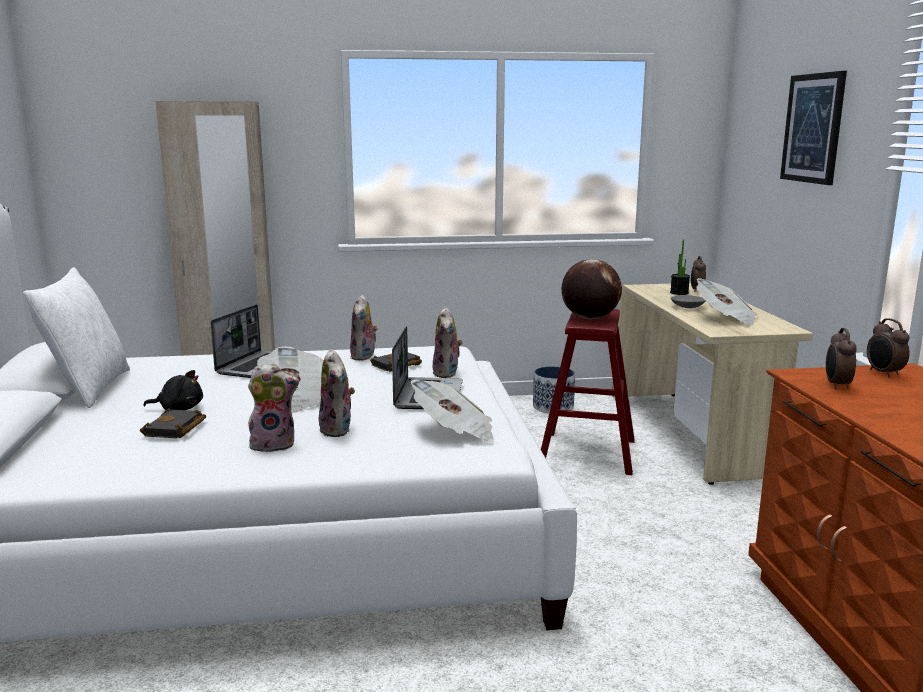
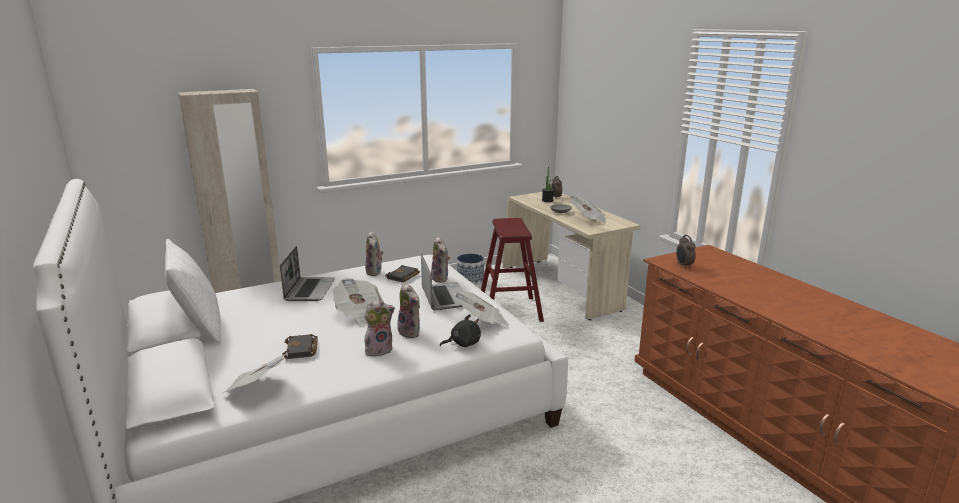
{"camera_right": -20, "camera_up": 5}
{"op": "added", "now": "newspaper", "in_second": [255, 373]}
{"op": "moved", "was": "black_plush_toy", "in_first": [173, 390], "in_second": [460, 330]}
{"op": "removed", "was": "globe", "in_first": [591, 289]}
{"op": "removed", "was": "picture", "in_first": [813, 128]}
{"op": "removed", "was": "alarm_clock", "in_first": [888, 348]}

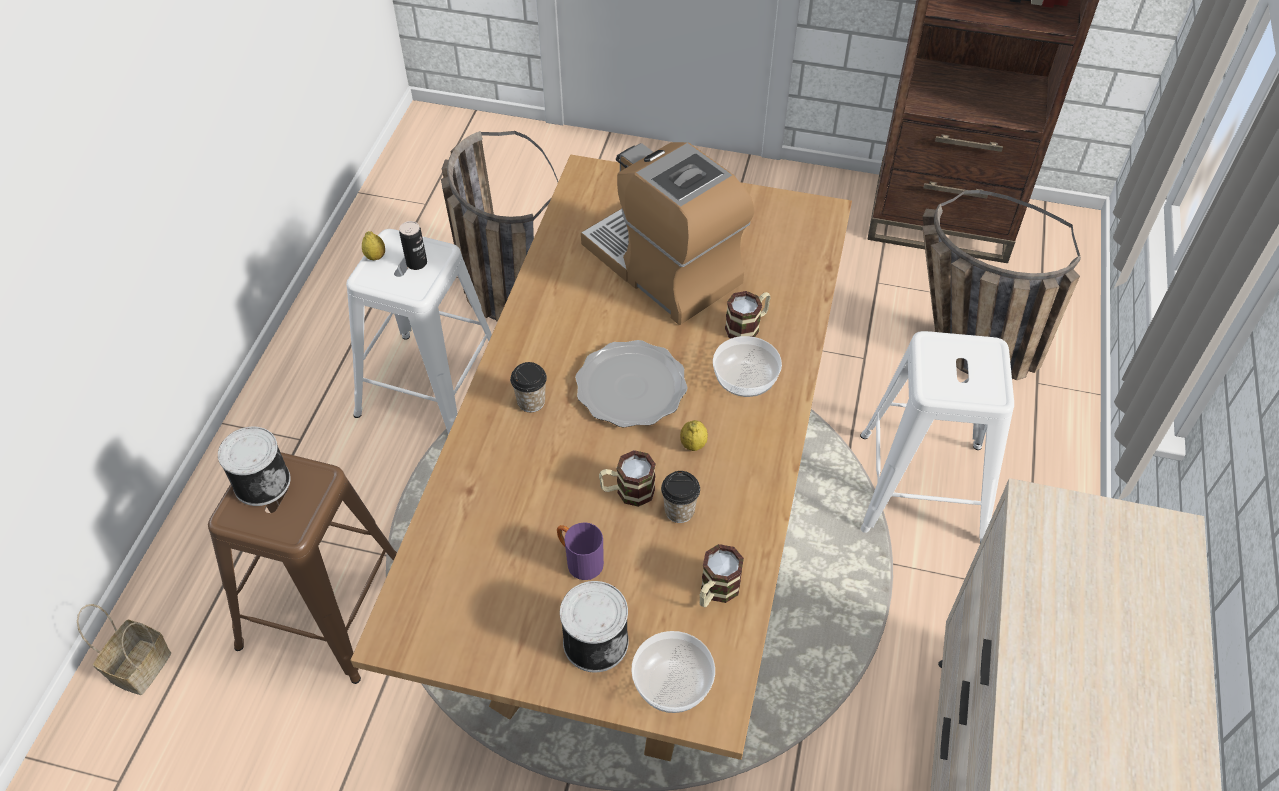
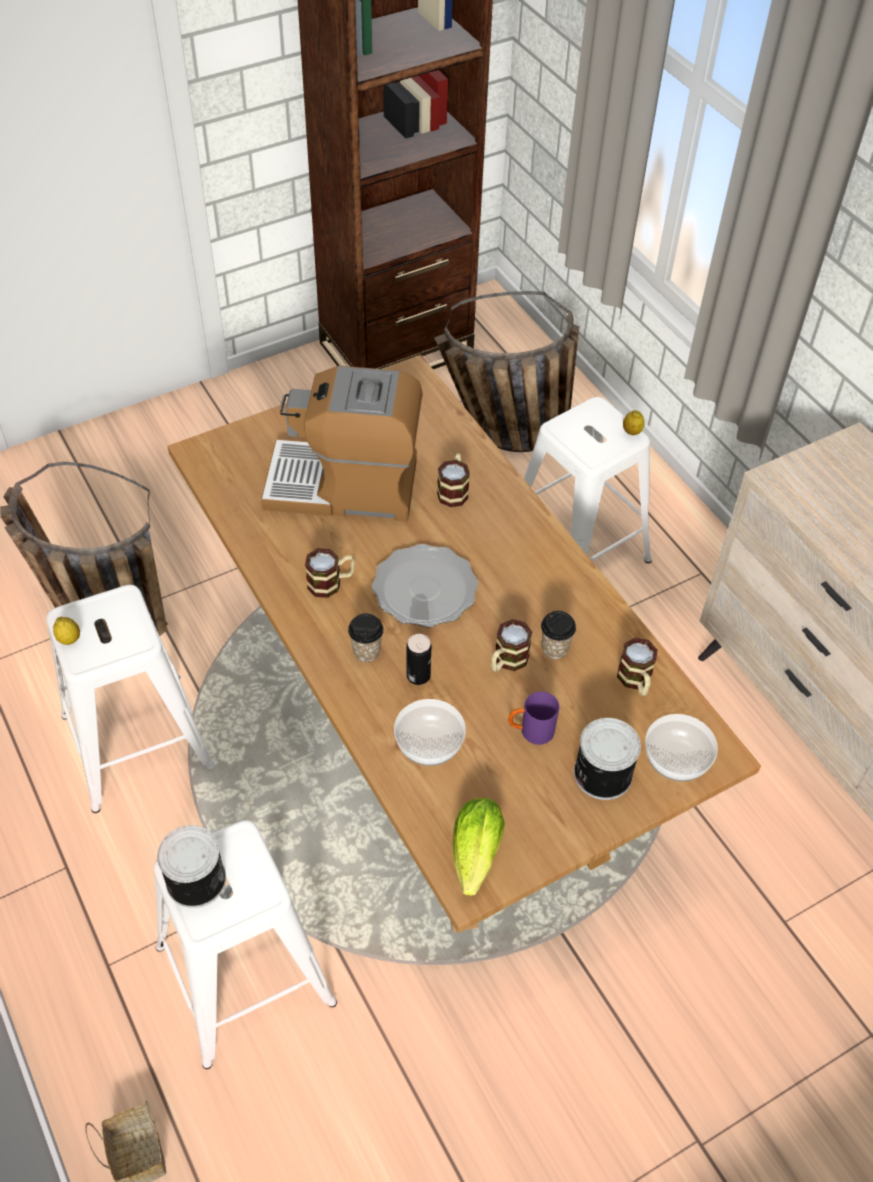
{"camera_right": -45, "camera_up": 0}
{"op": "recoloured", "was": "brown_stool", "now": "white_stool", "in_first": [302, 568], "in_second": [245, 944]}
{"op": "added", "now": "mug", "in_second": [329, 573]}
{"op": "moved", "was": "bowl", "in_first": [747, 366], "in_second": [430, 732]}
{"op": "moved", "was": "can", "in_first": [413, 245], "in_second": [419, 659]}
{"op": "added", "now": "lettuce", "in_second": [478, 847]}
{"op": "moved", "was": "lemon", "in_first": [694, 435], "in_second": [634, 422]}

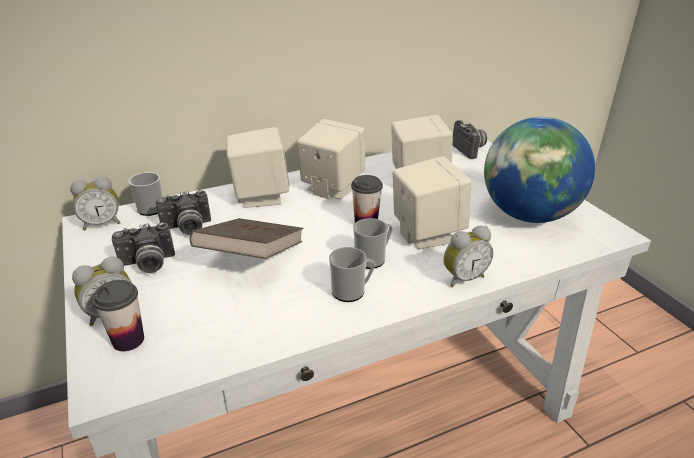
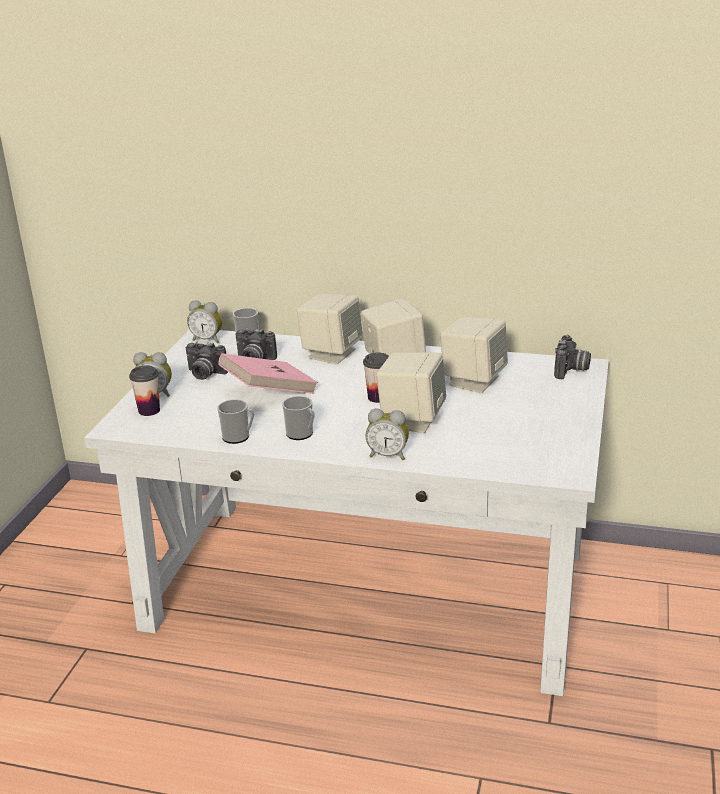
{"camera_right": 40, "camera_up": -5}
{"op": "moved", "was": "mug", "in_first": [373, 243], "in_second": [235, 421]}
{"op": "recoloured", "was": "brown_book", "now": "pink_book", "in_first": [246, 238], "in_second": [268, 373]}
{"op": "removed", "was": "globe", "in_first": [539, 170]}

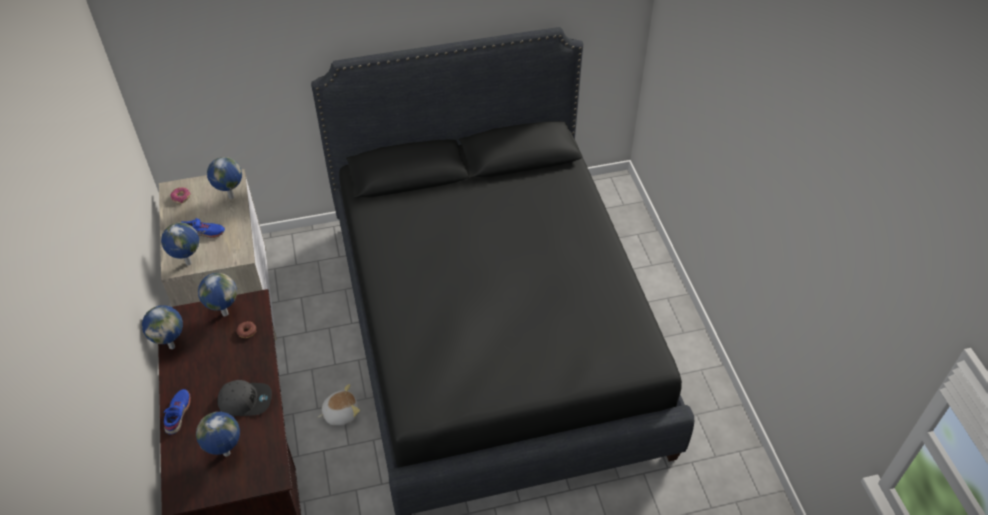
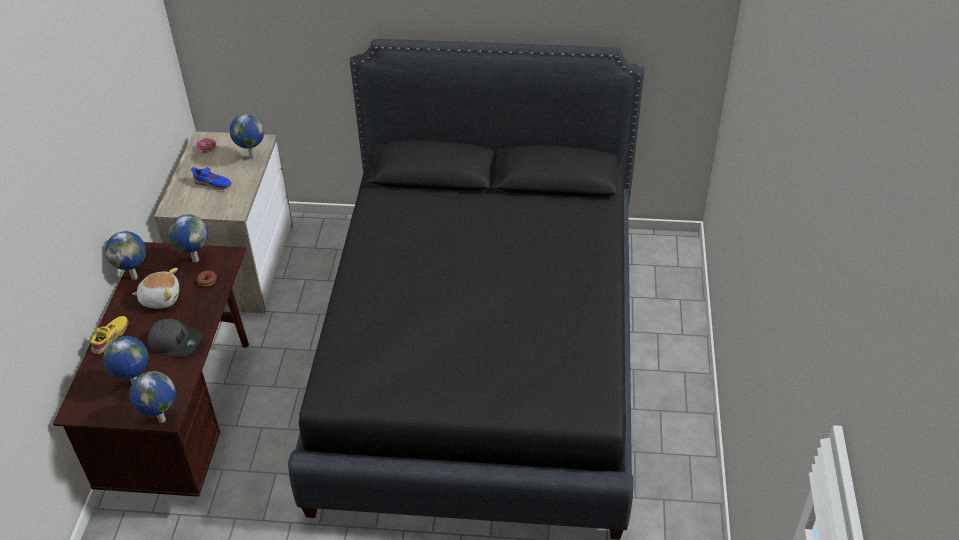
{"camera_right": 20, "camera_up": -5}
{"op": "recoloured", "was": "blue_shoe", "now": "yellow_shoe", "in_first": [177, 411], "in_second": [109, 335]}
{"op": "moved", "was": "globe", "in_first": [180, 244], "in_second": [152, 397]}
{"op": "moved", "was": "plush_toy", "in_first": [339, 404], "in_second": [155, 288]}

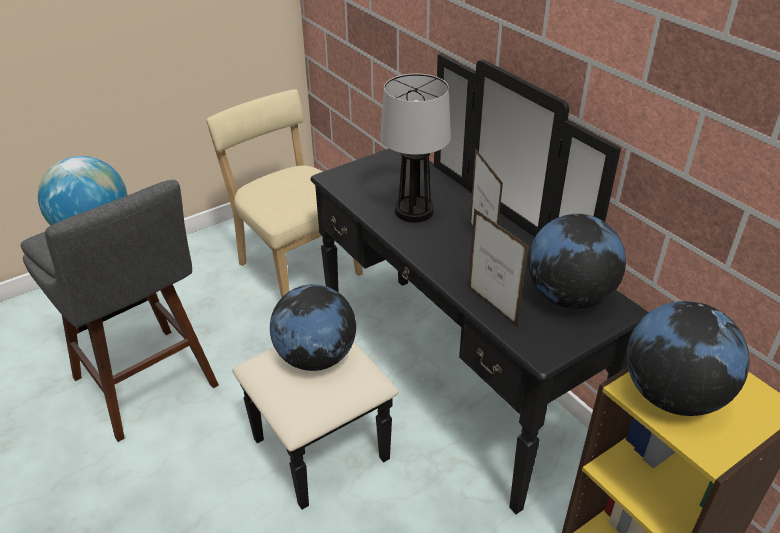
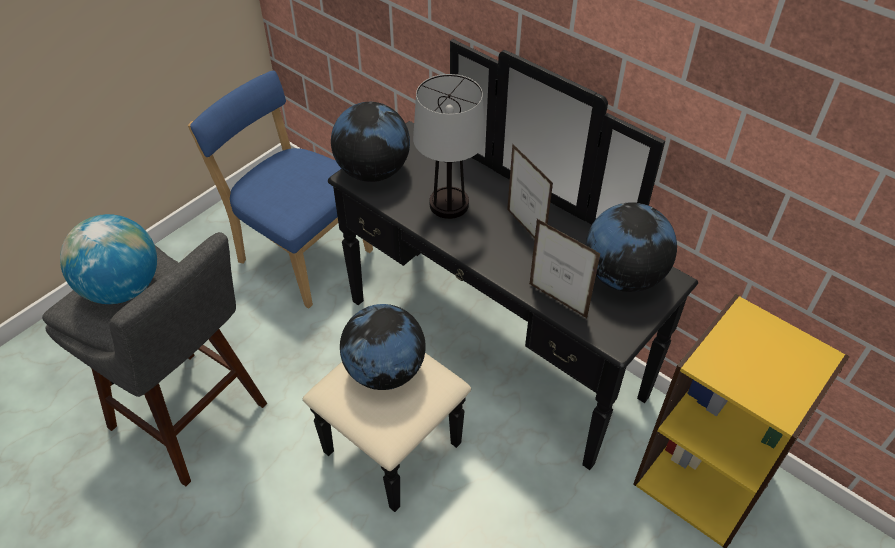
{"camera_right": -15, "camera_up": 10}
{"op": "recoloured", "was": "beige_chair", "now": "blue_chair", "in_first": [284, 193], "in_second": [280, 189]}
{"op": "moved", "was": "globe", "in_first": [688, 358], "in_second": [370, 142]}

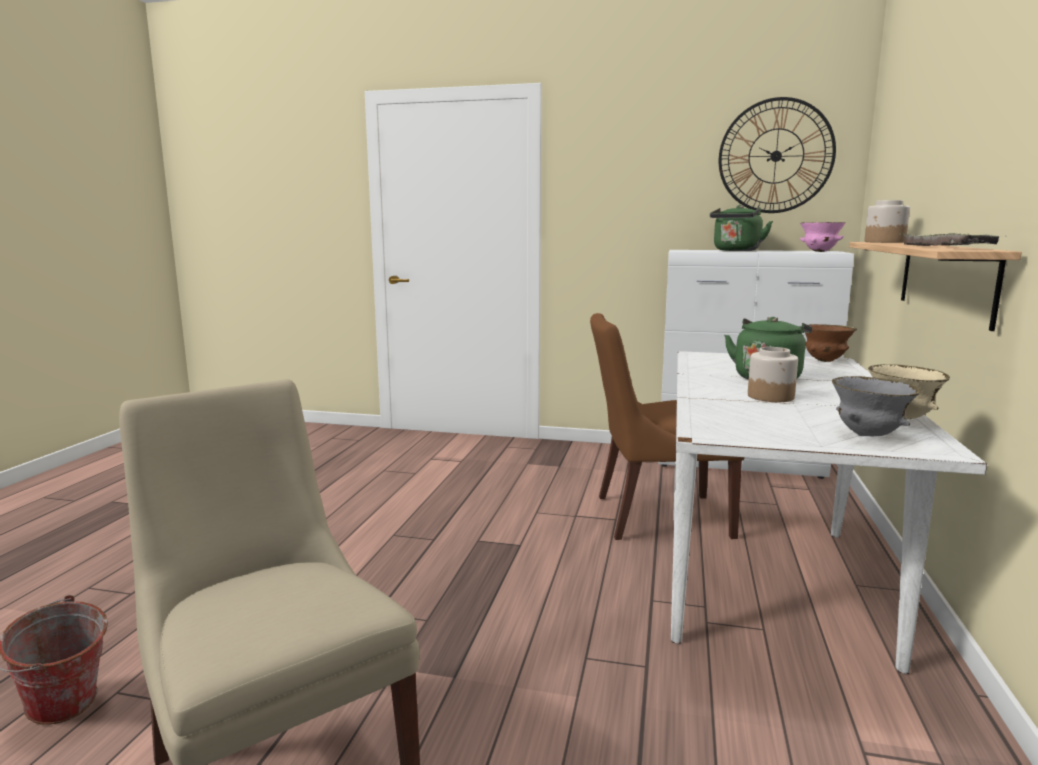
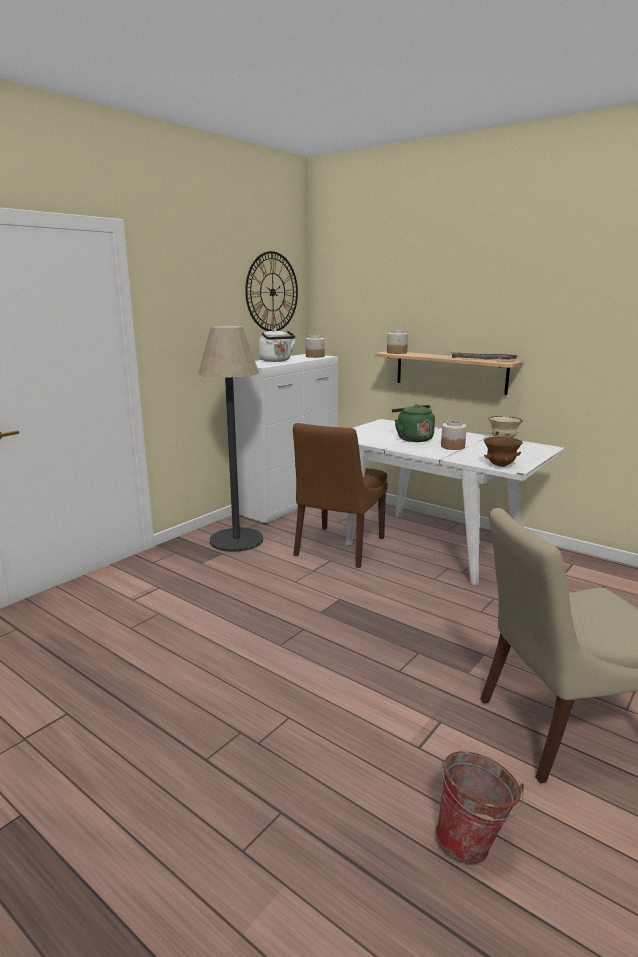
{"camera_right": -65, "camera_up": 5}
{"op": "added", "now": "floor_lamp", "in_second": [230, 439]}
{"op": "recoloured", "was": "green_kettle", "now": "white_kettle", "in_first": [741, 228], "in_second": [277, 345]}
{"op": "replaced", "was": "pink_bowl", "now": "jar", "in_first": [823, 237], "in_second": [315, 346]}
{"op": "moved", "was": "brown_bowl", "in_first": [831, 343], "in_second": [503, 452]}
{"op": "removed", "was": "grey_bowl", "in_first": [876, 406]}

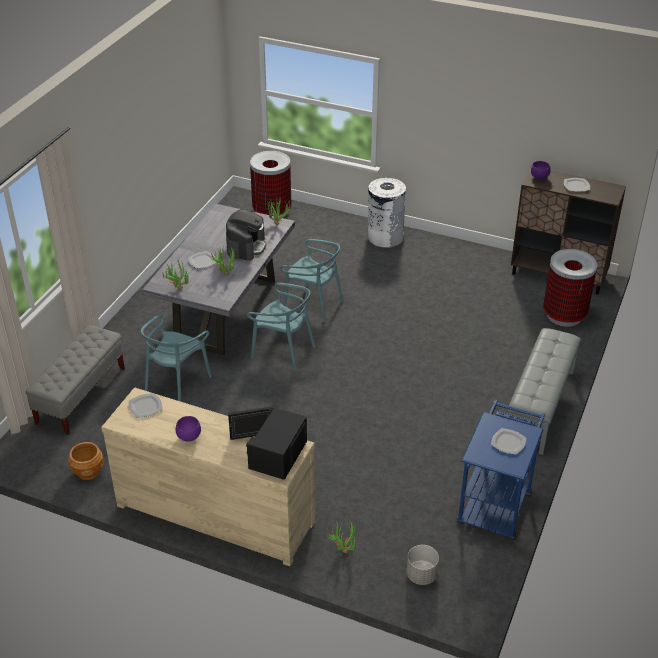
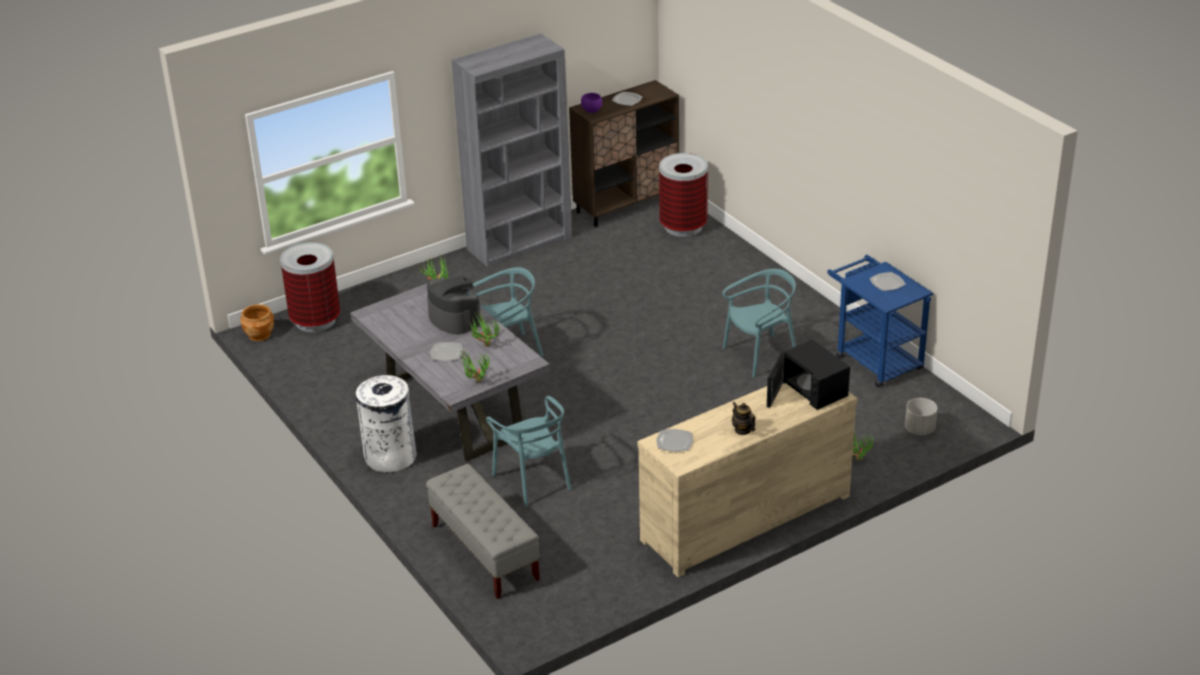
{"camera_right": -55, "camera_up": -5}
{"op": "moved", "was": "brown_planter", "in_first": [85, 461], "in_second": [257, 322]}
{"op": "moved", "was": "white_trash_can", "in_first": [387, 213], "in_second": [386, 423]}
{"op": "added", "now": "grey_bookcase", "in_second": [512, 150]}
{"op": "moved", "was": "turquoise_chair", "in_first": [281, 327], "in_second": [759, 323]}
{"op": "replaced", "was": "purple_bowl", "now": "teapot", "in_first": [188, 429], "in_second": [743, 418]}
{"op": "removed", "was": "grey_bench", "in_first": [544, 391]}

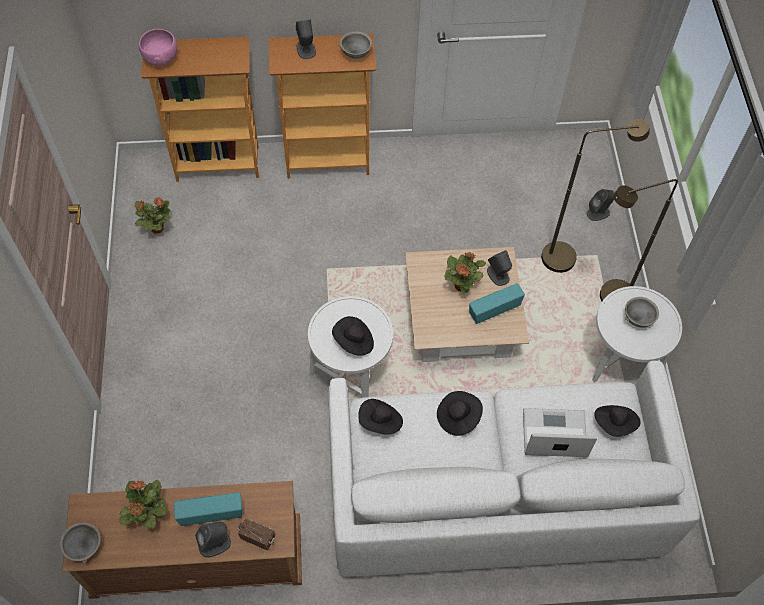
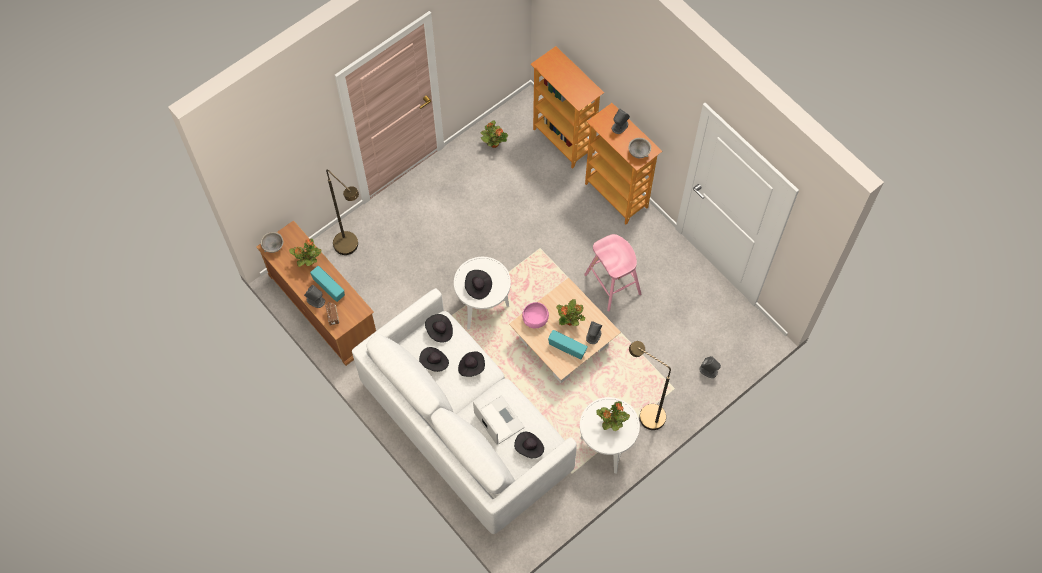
{"camera_right": 55, "camera_up": 5}
{"op": "moved", "was": "brown_floor_lamp", "in_first": [595, 196], "in_second": [342, 212]}
{"op": "added", "now": "black_hat", "in_second": [434, 359]}
{"op": "moved", "was": "pink_bowl", "in_first": [158, 47], "in_second": [535, 315]}
{"op": "added", "now": "pink_stool", "in_second": [612, 272]}
{"op": "replaced", "was": "grey_bowl", "now": "potted_plant", "in_first": [642, 312], "in_second": [613, 416]}

